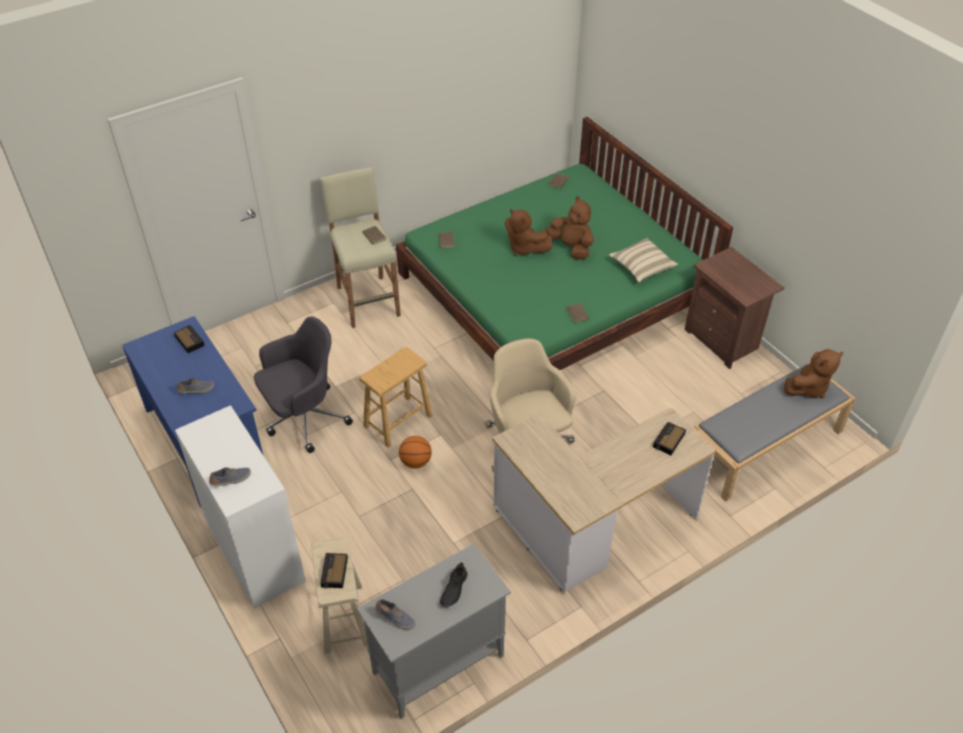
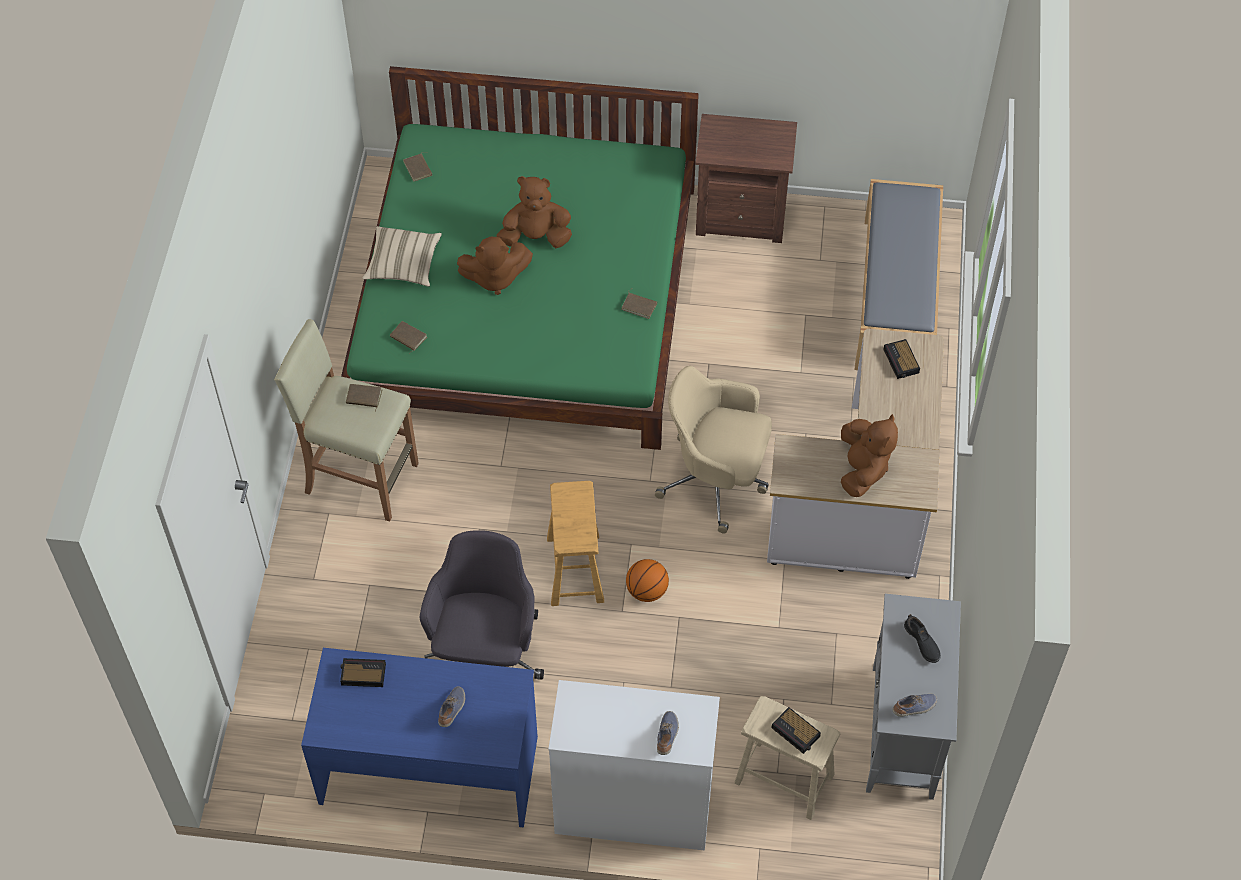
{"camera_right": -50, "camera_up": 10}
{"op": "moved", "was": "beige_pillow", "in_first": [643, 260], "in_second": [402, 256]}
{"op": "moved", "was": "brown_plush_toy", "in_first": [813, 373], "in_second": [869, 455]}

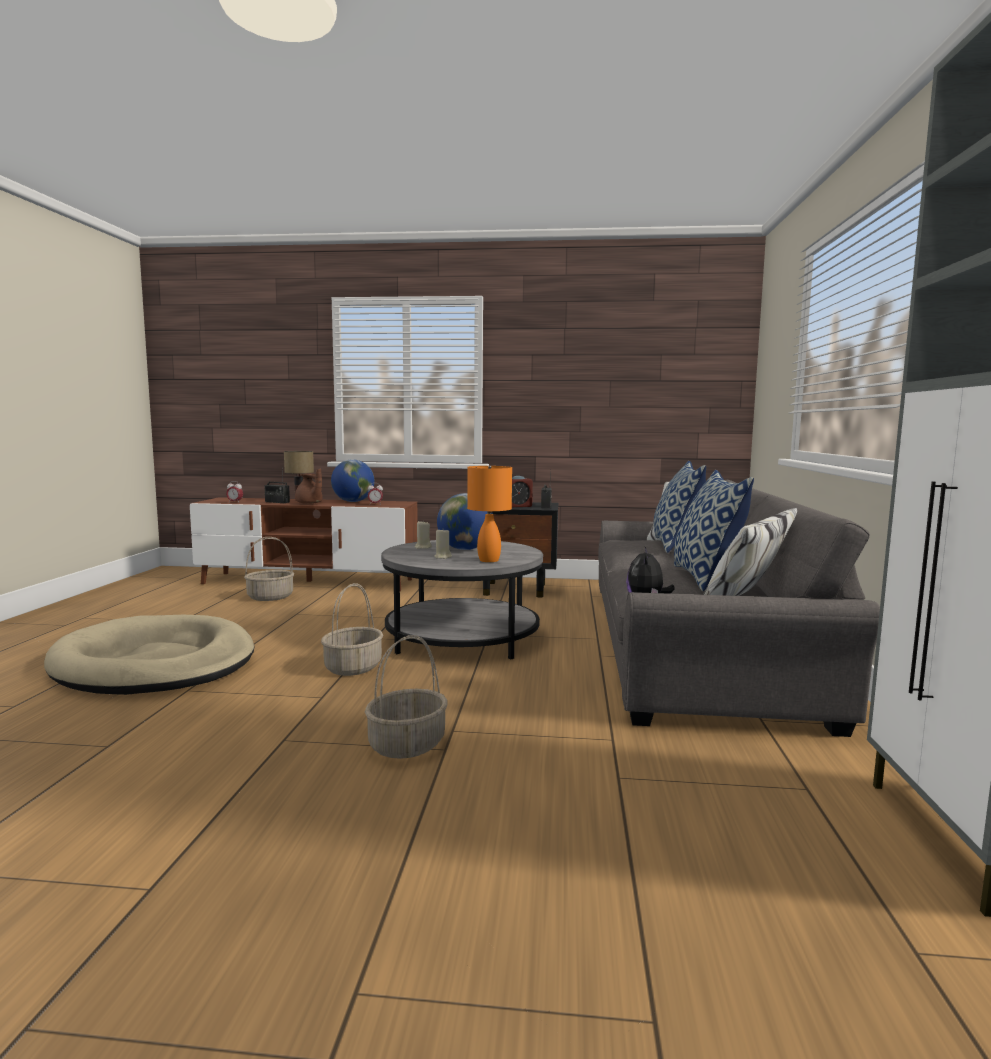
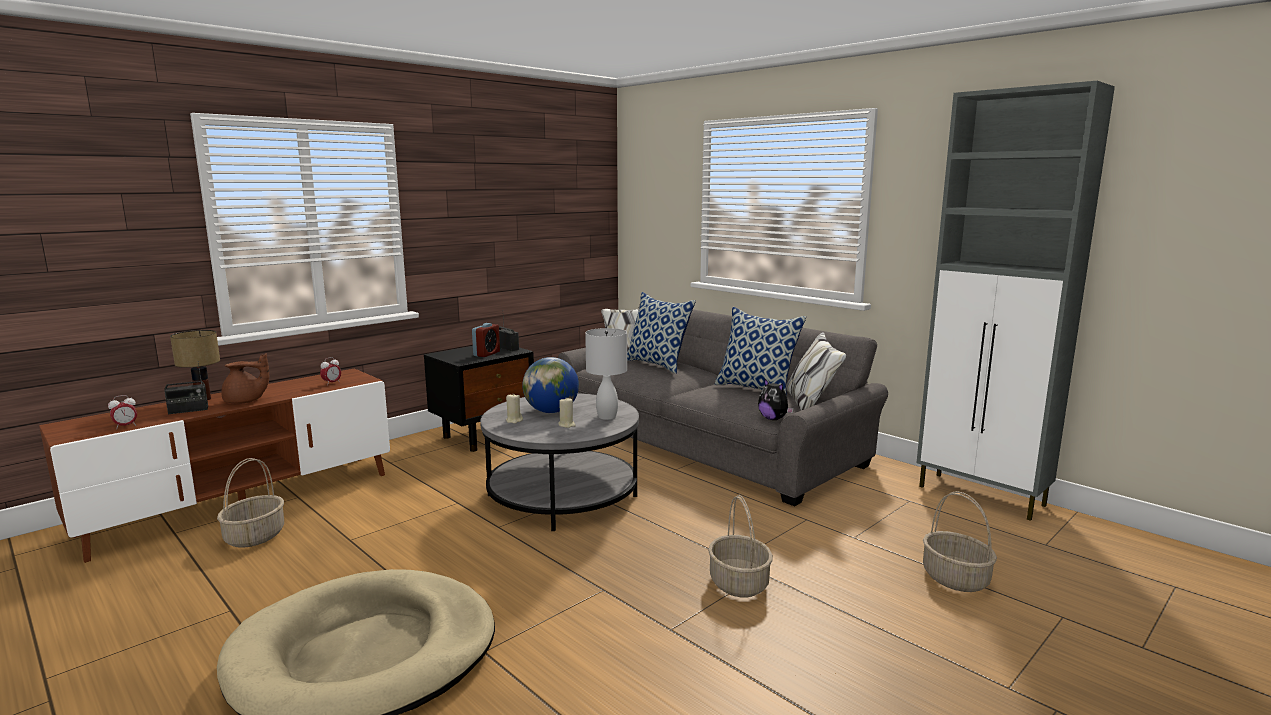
{"camera_right": -50, "camera_up": 5}
{"op": "recoloured", "was": "orange_table_lamp", "now": "white_table_lamp", "in_first": [489, 513], "in_second": [606, 374]}
{"op": "moved", "was": "basket", "in_first": [352, 629], "in_second": [960, 541]}
{"op": "removed", "was": "globe", "in_first": [353, 480]}

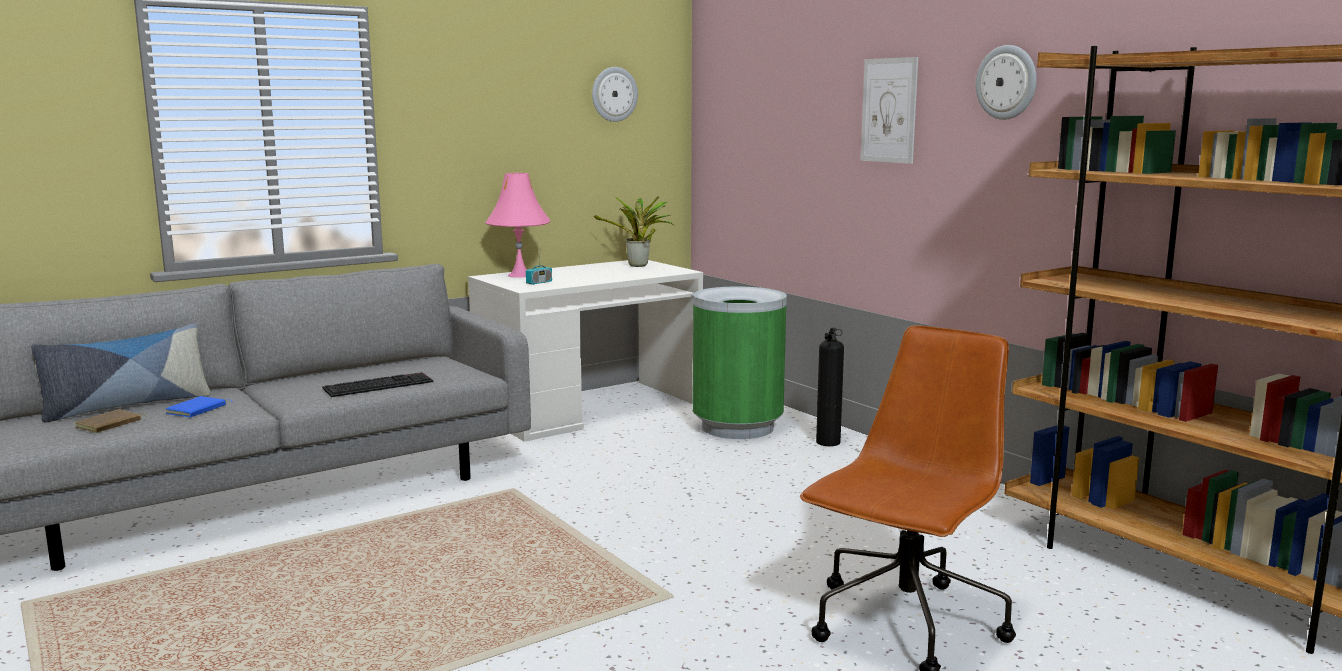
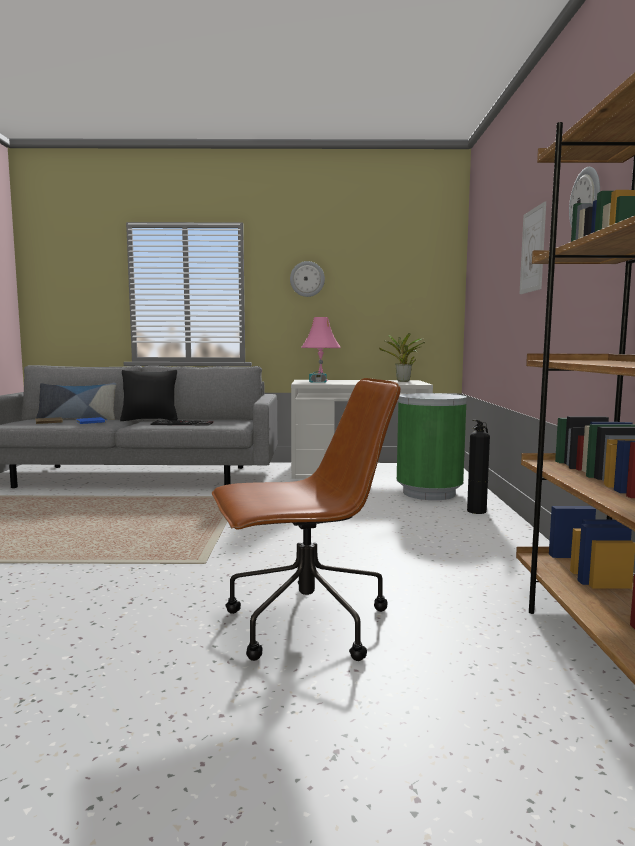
{"camera_right": 35, "camera_up": -5}
{"op": "added", "now": "black_pillow", "in_second": [149, 395]}
{"op": "moved", "was": "wall_clock", "in_first": [615, 94], "in_second": [307, 279]}

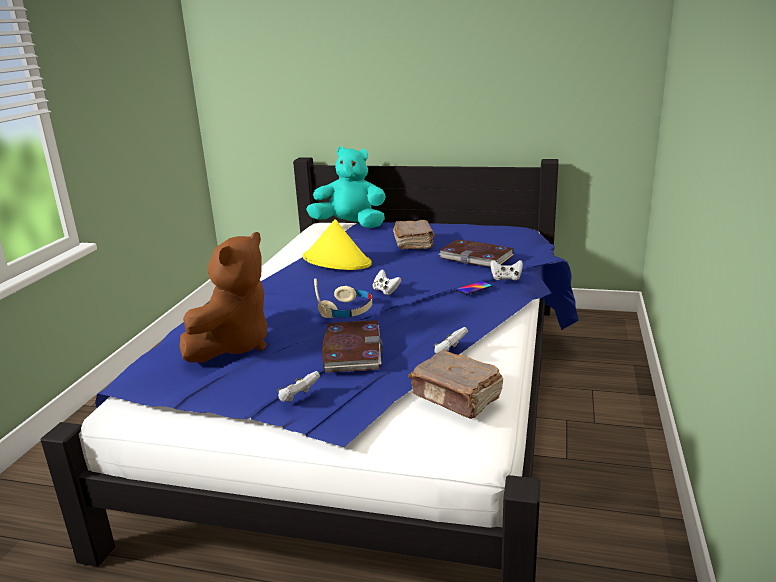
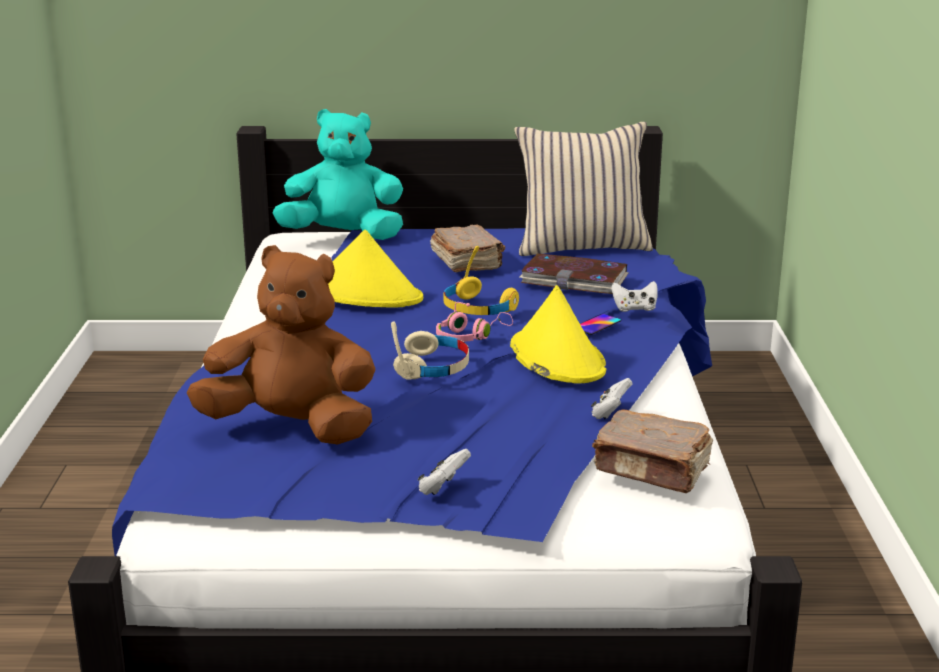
{"camera_right": -15, "camera_up": 0}
{"op": "turned", "was": "brown_plush_toy", "in_first": [223, 297], "in_second": [281, 344], "clockwise": -90}
{"op": "replaced", "was": "white_game_controller", "now": "pink_headphones", "in_first": [387, 282], "in_second": [474, 322]}
{"op": "added", "now": "yellow_headphones", "in_second": [481, 280]}
{"op": "added", "now": "yellow_hat", "in_second": [558, 334]}
{"op": "added", "now": "beige_pillow", "in_second": [583, 189]}
{"op": "removed", "was": "book", "in_first": [352, 346]}

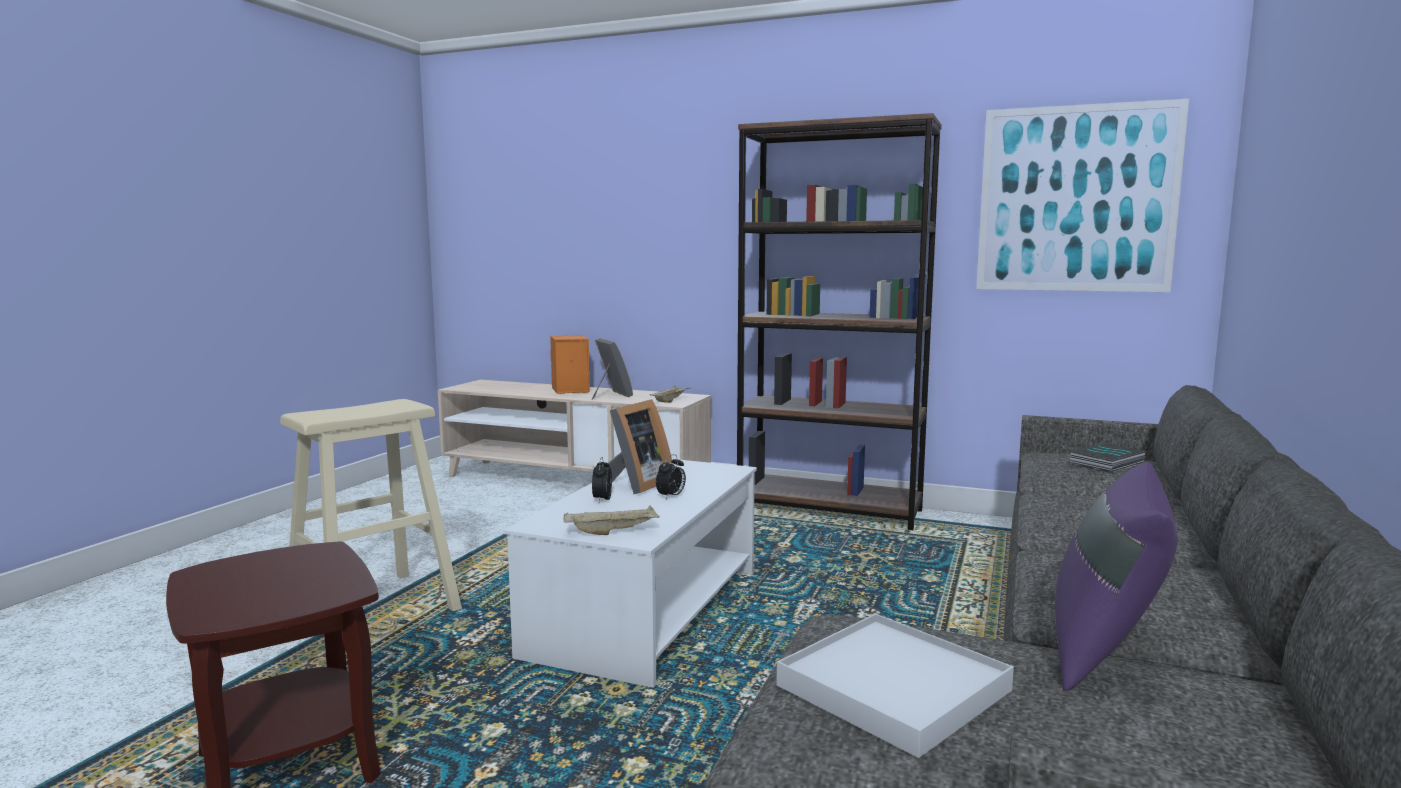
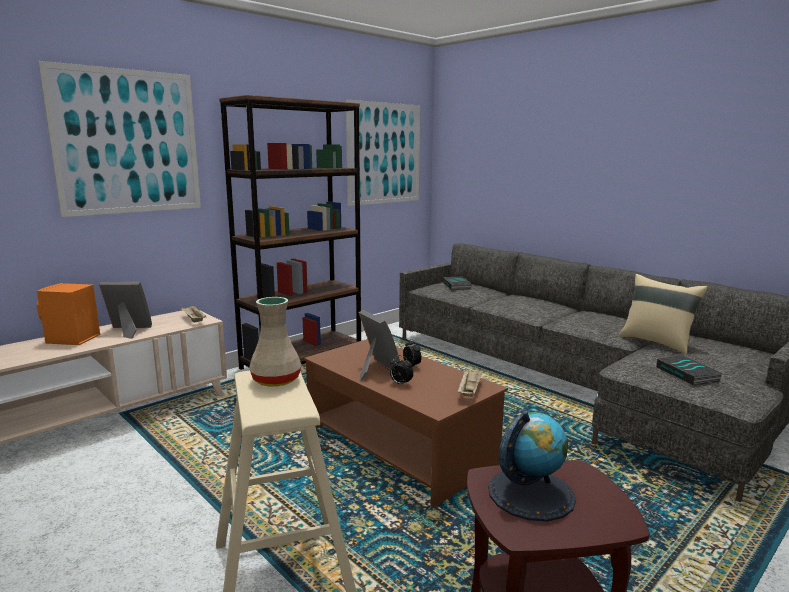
{"camera_right": -65, "camera_up": 5}
{"op": "added", "now": "picture", "in_second": [119, 139]}
{"op": "added", "now": "beige_vase", "in_second": [275, 342]}
{"op": "recoloured", "was": "white_coffee_table", "now": "brown_coffee_table", "in_first": [630, 573], "in_second": [406, 423]}
{"op": "added", "now": "globe", "in_second": [532, 466]}
{"op": "recoloured", "was": "purple_pillow", "now": "beige_pillow", "in_first": [1116, 577], "in_second": [663, 314]}
{"op": "replaced", "was": "white_tray", "now": "book", "in_first": [895, 686], "in_second": [689, 370]}

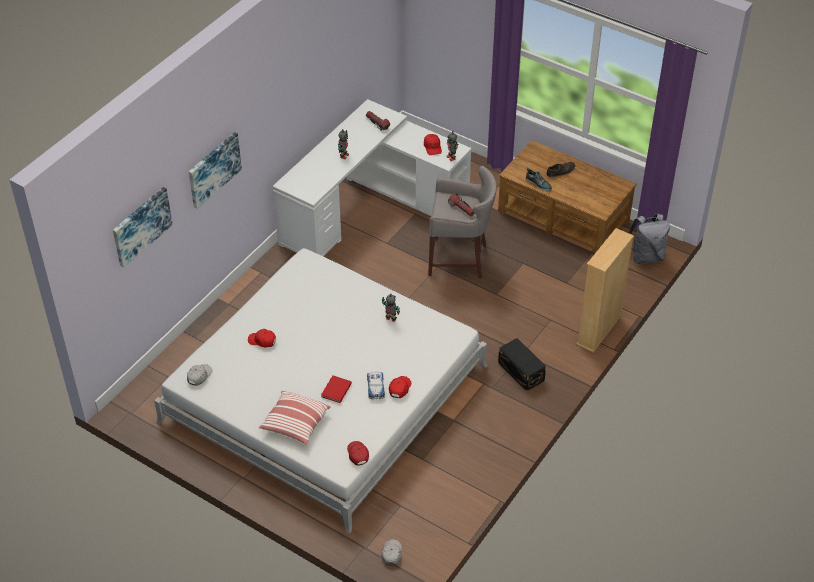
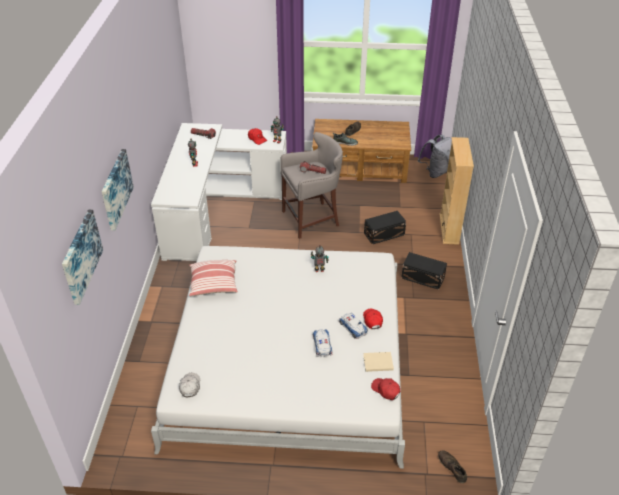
{"camera_right": -30, "camera_up": -5}
{"op": "moved", "was": "pillow", "in_first": [295, 418], "in_second": [213, 278]}
{"op": "replaced", "was": "red_book", "now": "toy_car", "in_first": [336, 389], "in_second": [323, 343]}
{"op": "added", "now": "beige_book", "in_second": [378, 362]}
{"op": "added", "now": "black_storage_box", "in_second": [385, 228]}
{"op": "replaced", "was": "white_cap", "now": "brown_shoe", "in_first": [391, 552], "in_second": [452, 466]}
{"op": "removed", "was": "red_cap", "in_first": [262, 338]}

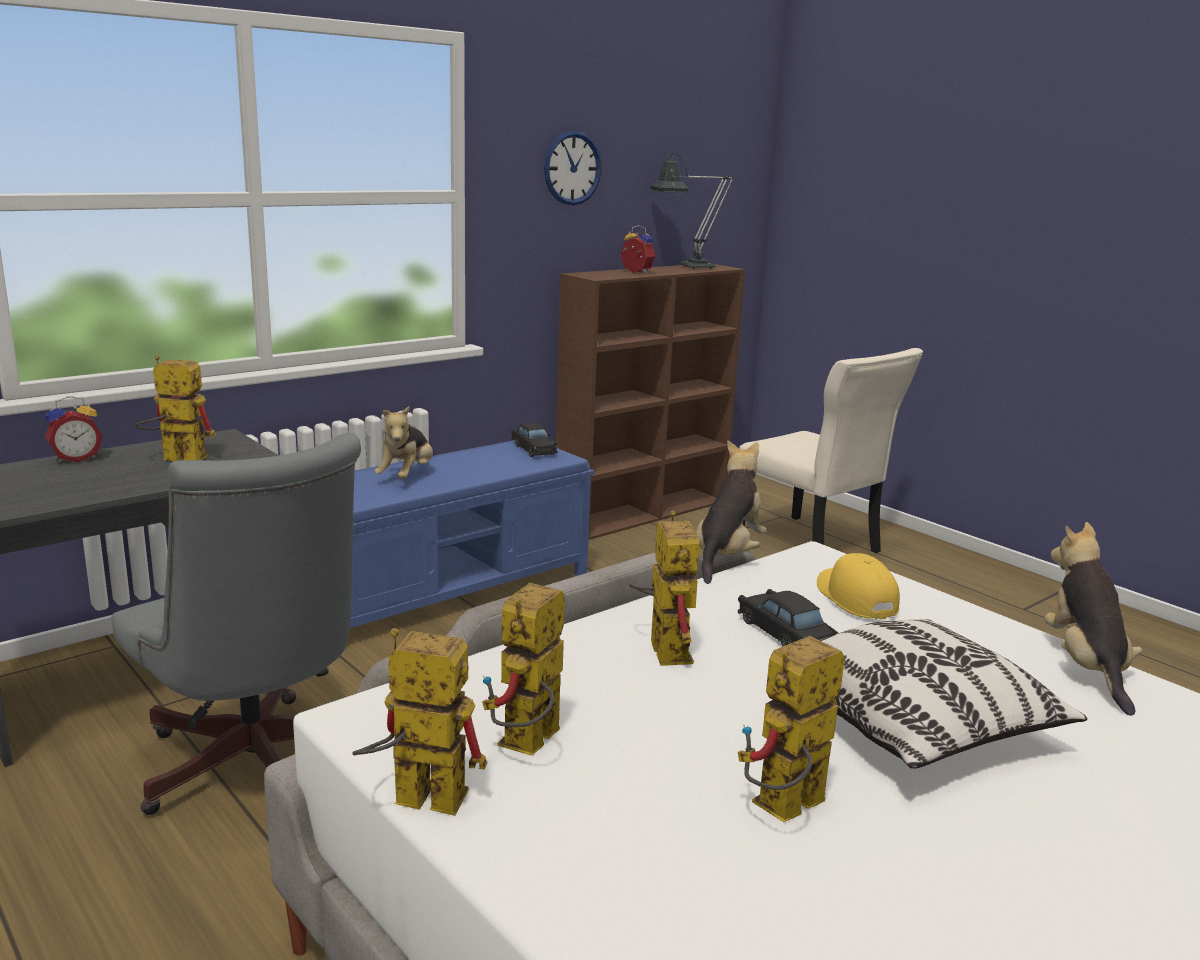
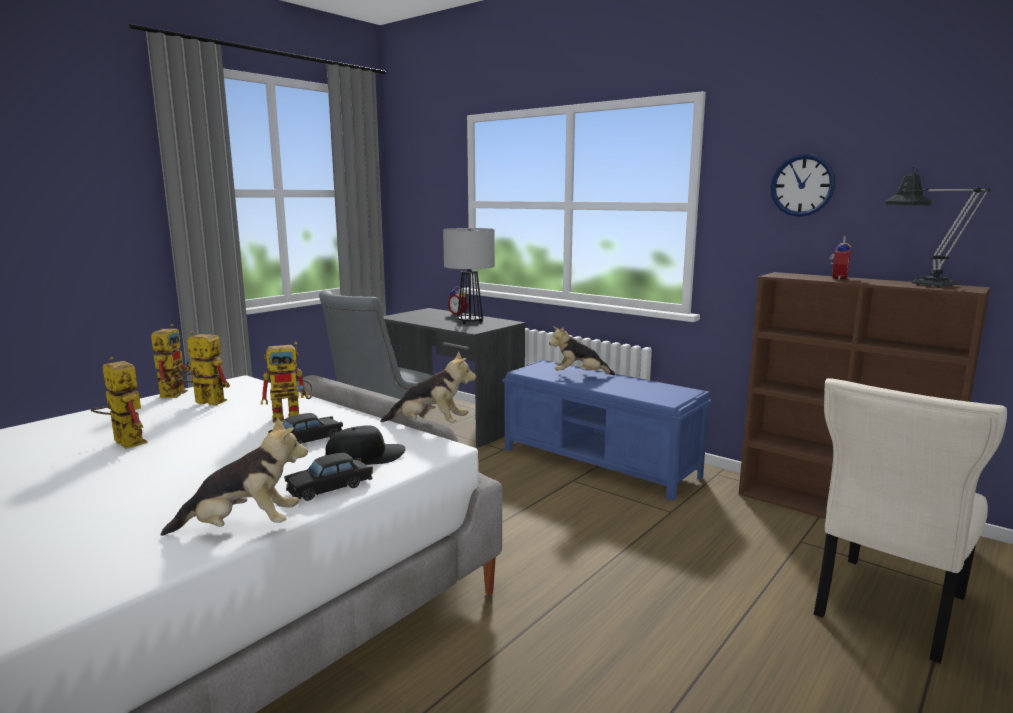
{"camera_right": 80, "camera_up": -5}
{"op": "moved", "was": "black_toy_car", "in_first": [534, 439], "in_second": [328, 477]}
{"op": "recoloured", "was": "yellow_cap", "now": "black_cap", "in_first": [858, 586], "in_second": [365, 445]}
{"op": "replaced", "was": "toy_robot", "now": "table_lamp", "in_first": [176, 408], "in_second": [469, 276]}
{"op": "removed", "was": "pillow", "in_first": [953, 694]}

